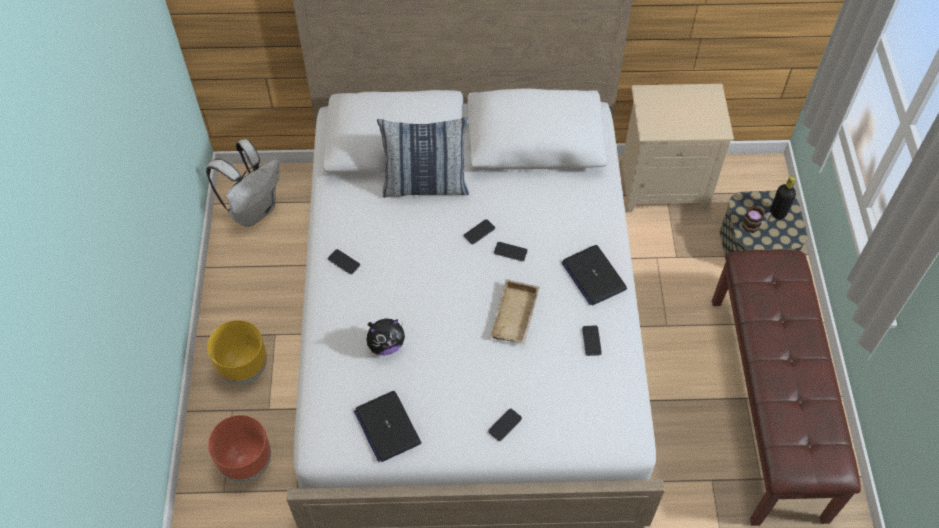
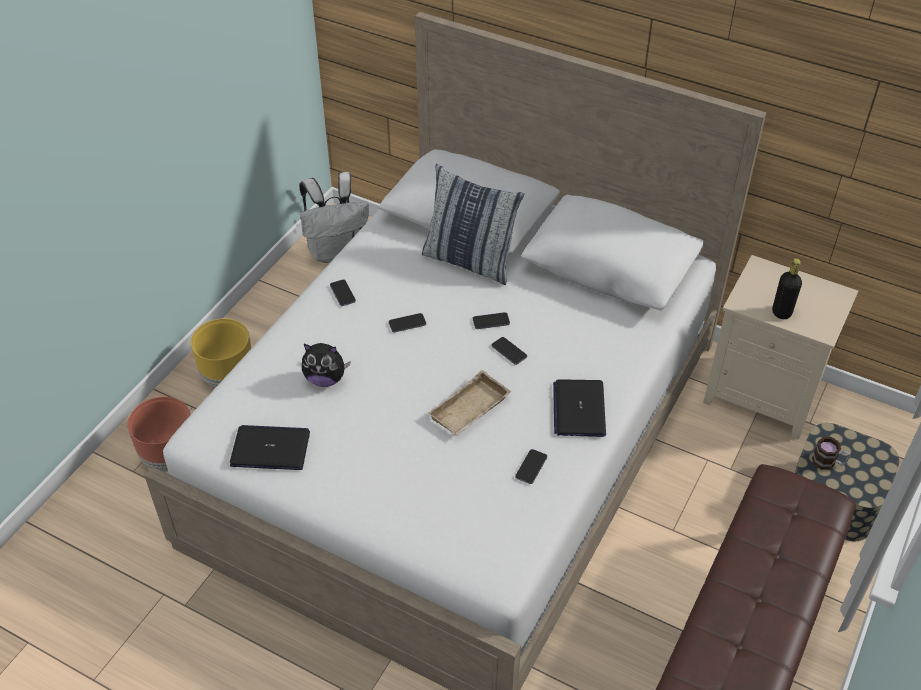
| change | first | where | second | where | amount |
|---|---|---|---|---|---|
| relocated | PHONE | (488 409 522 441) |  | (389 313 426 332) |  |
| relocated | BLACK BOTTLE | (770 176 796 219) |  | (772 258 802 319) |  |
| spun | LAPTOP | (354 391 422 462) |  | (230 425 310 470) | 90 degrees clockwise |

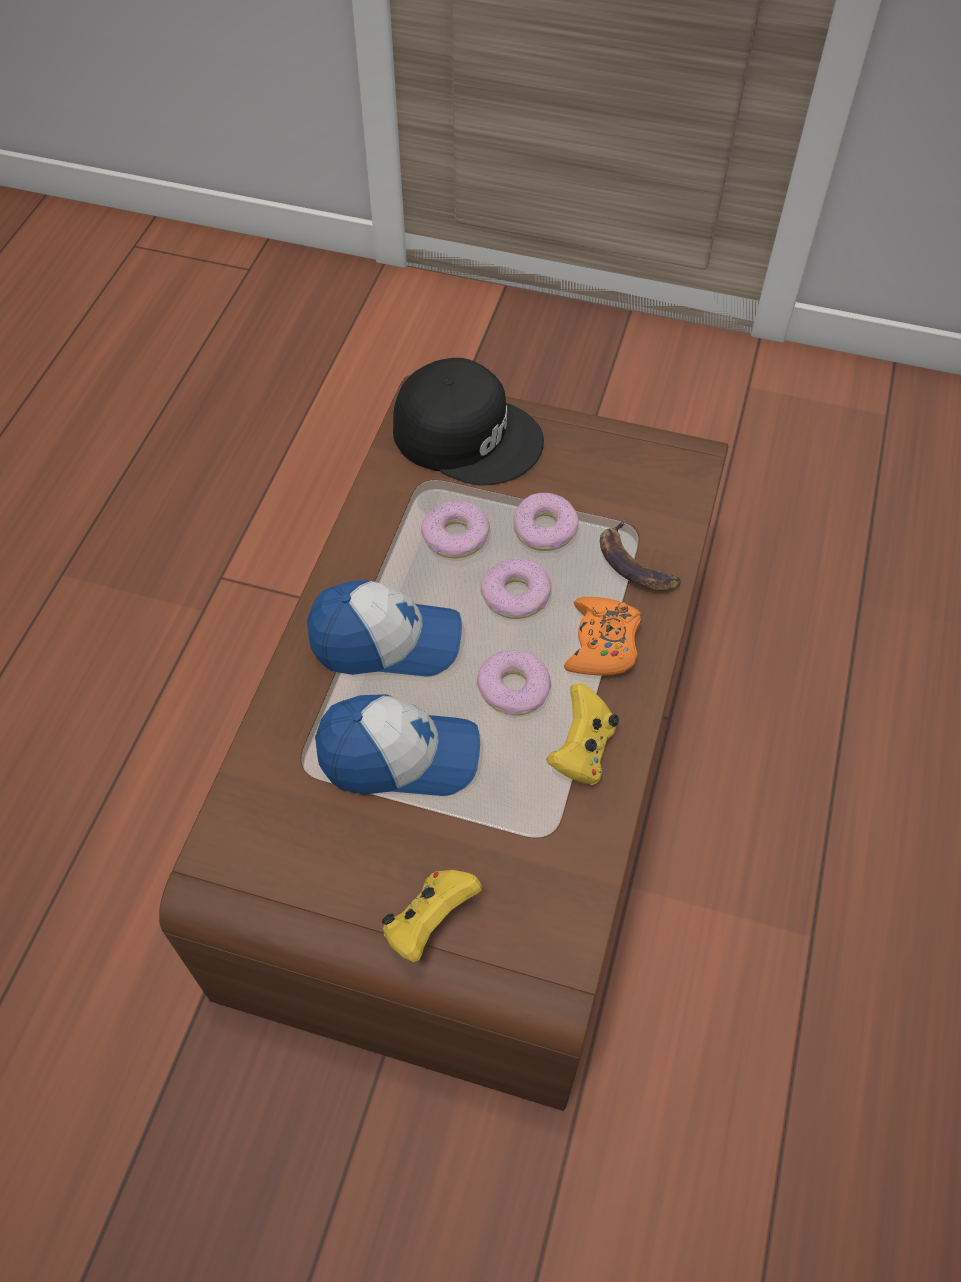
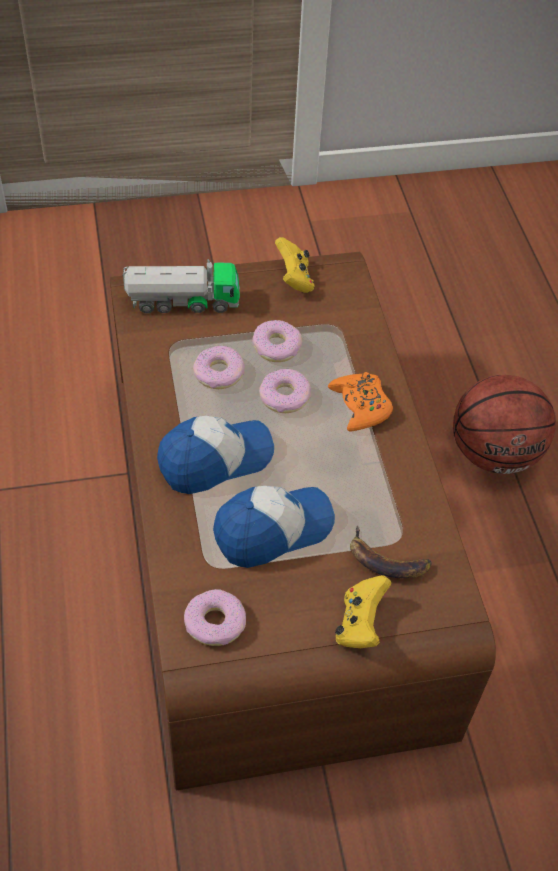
| change | first | where | second | where | amount |
|---|---|---|---|---|---|
| appeared |  |  | BASKETBALL | (453 375 556 474) |  |
| relocated | DONUT | (476 650 551 716) |  | (184 589 246 646) |  |
| relocated | YELLOW GAME CONTROLLER | (546 683 619 785) |  | (275 237 314 293) |  |
| relocated | BANANA | (600 519 681 591) |  | (350 526 432 578) |  |
| exchanged | BLACK CAP | (393 358 544 486) | TOY TRUCK | (123 259 240 313) |  |

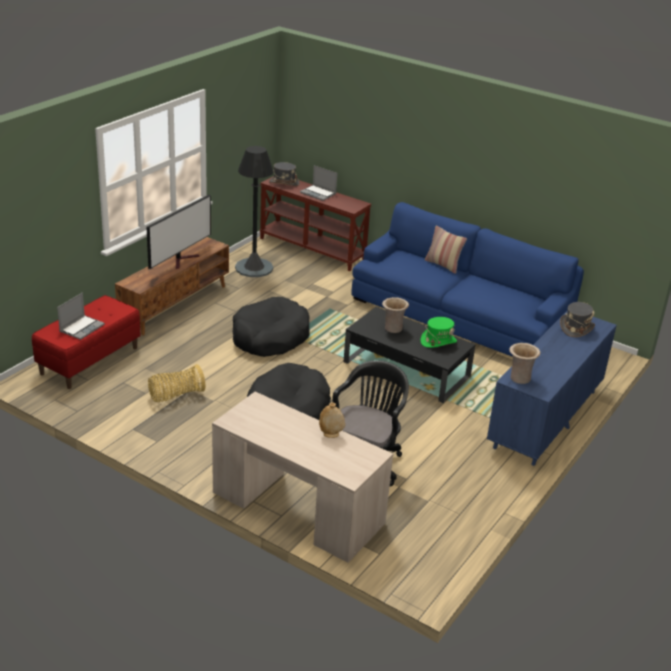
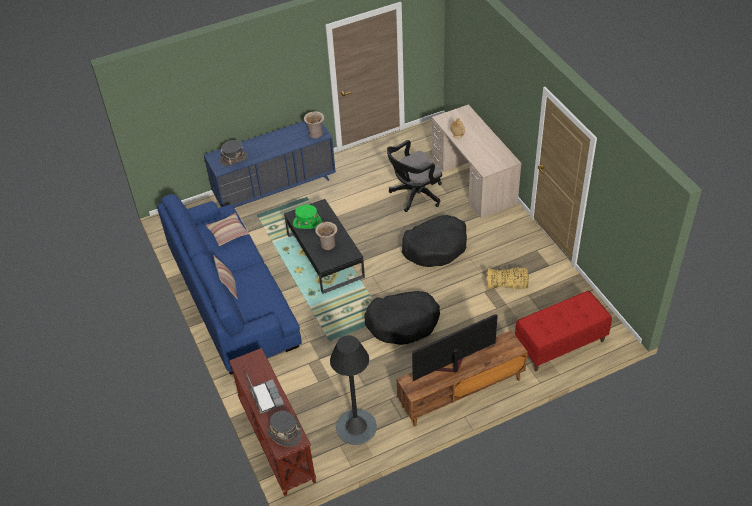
| change | first | where | second | where | amount |
|---|---|---|---|---|---|
| missing | LAPTOP | (57 292 105 340) |  |  |  |
| appeared |  |  | PILLOW | (206 213 249 246) |  |

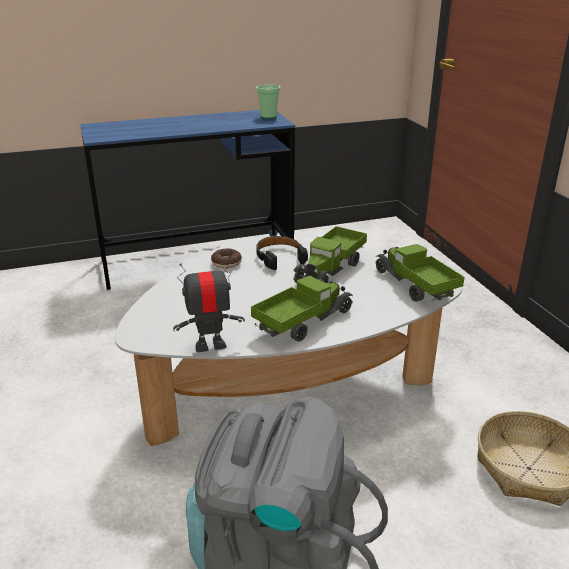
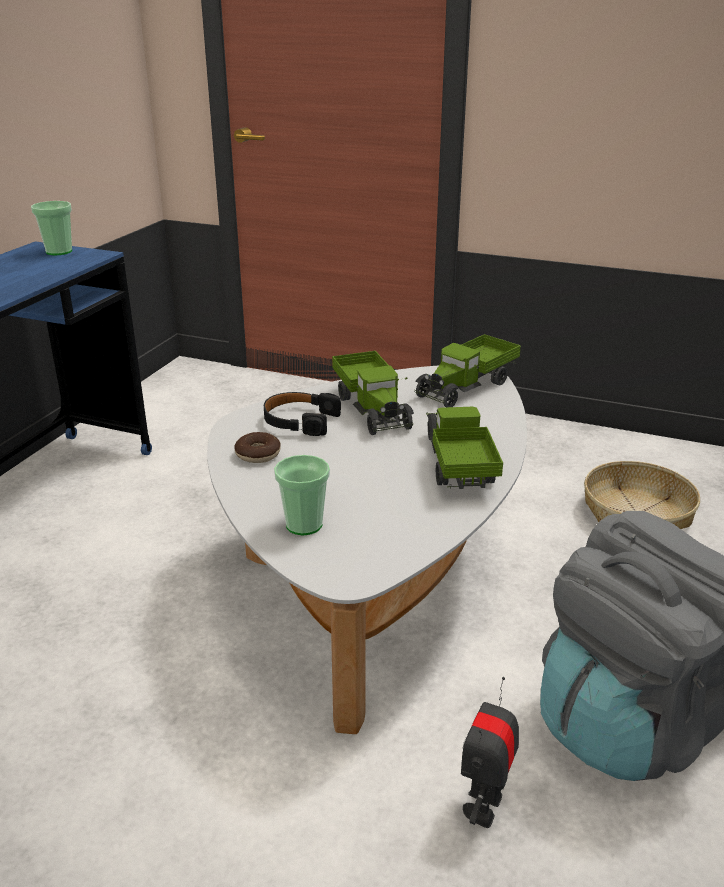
| change | first | where | second | where | amount |
|---|---|---|---|---|---|
| appeared |  |  | CUP | (274 455 330 536) |  |
| relocated | TOY ROBOT | (173 256 245 352) |  | (461 677 519 828) |  |
| spun | TOY TRUCK | (375 244 465 302) |  | (414 334 521 407) | 60 degrees counterclockwise |

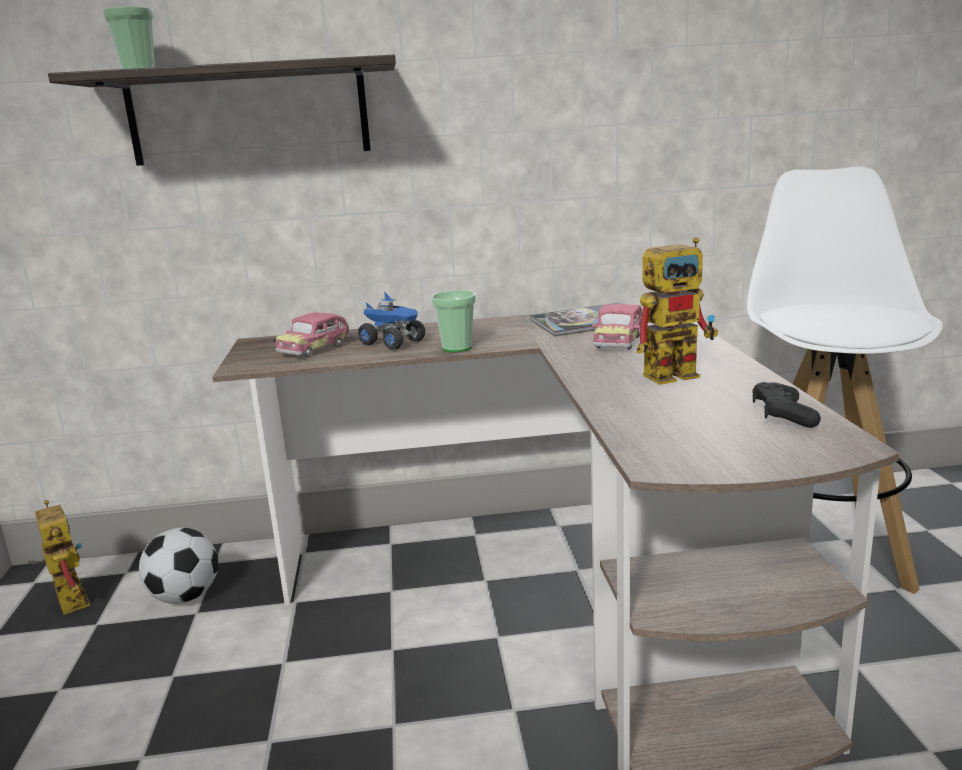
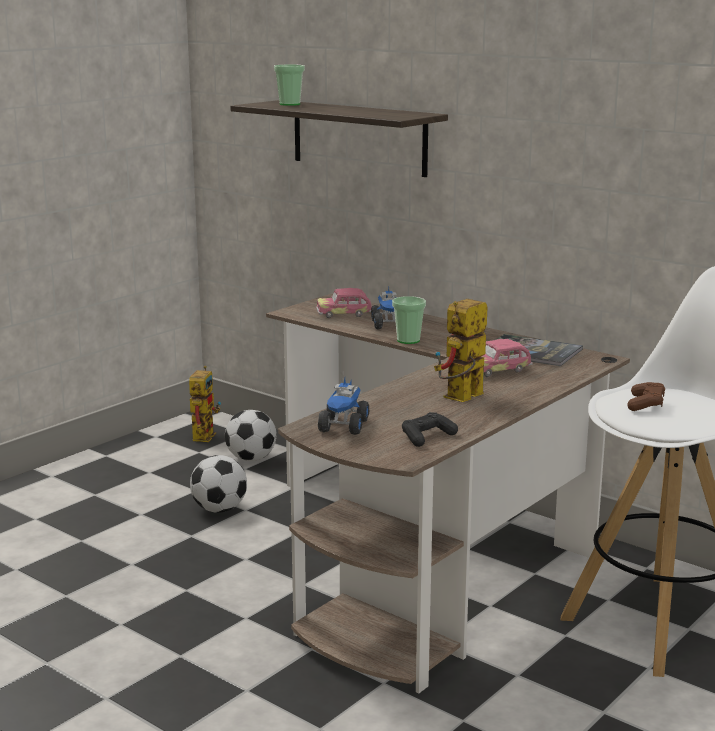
| change | first | where | second | where | amount |
|---|---|---|---|---|---|
| appeared |  |  | FOOTBALL | (190 455 247 513) |  |
| appeared |  |  | TOY TRUCK | (318 378 369 435) |  |
| appeared |  |  | BROWN GAME CONTROLLER | (627 382 665 411) |  |
| spun | TOY ROBOT | (637 237 718 385) |  | (434 299 488 402) | 105 degrees clockwise |

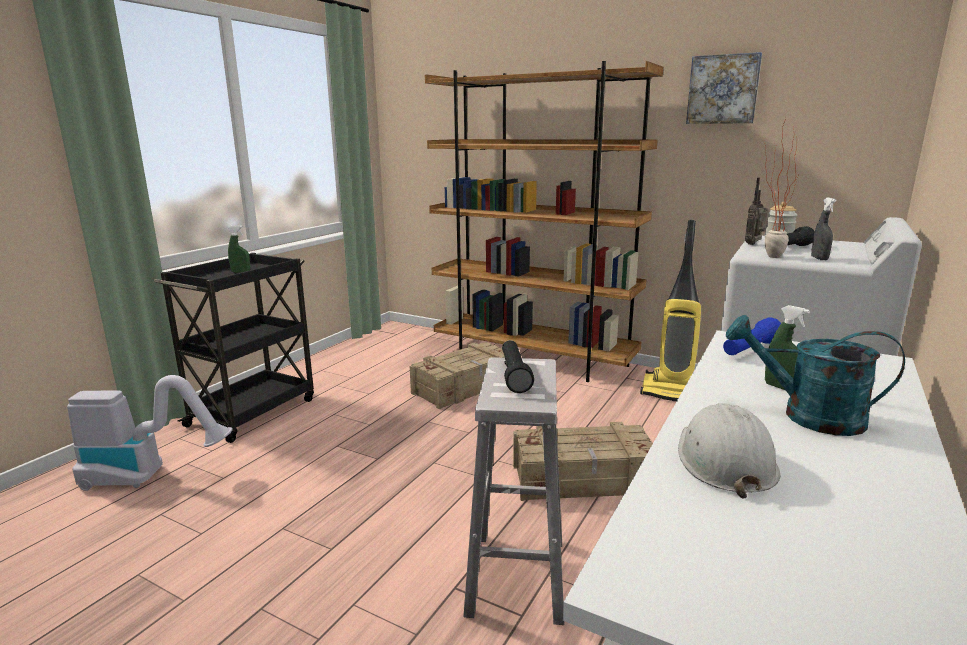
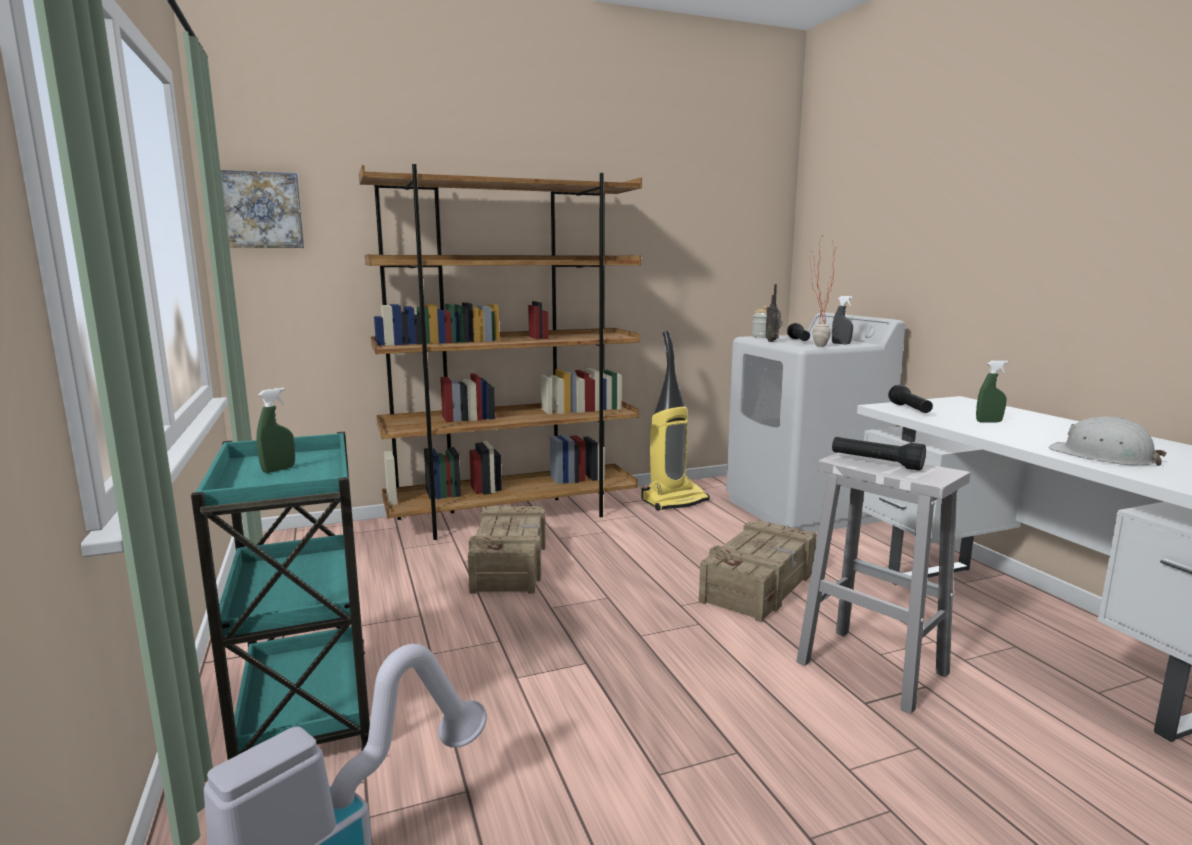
| change | first | where | second | where | amount |
|---|---|---|---|---|---|
| missing | TURQUOISE WATERING CAN | (726 315 905 436) |  |  |  |
| relocated | PICTURE | (686 52 762 124) |  | (221 170 304 248) |  |
| colour | BLACK CART | (154 253 314 443) | TURQUOISE CART | (191 432 370 760) |  |
| colour | BLUE FLASHLIGHT | (723 318 781 355) | BLACK FLASHLIGHT | (888 385 933 413) |  |

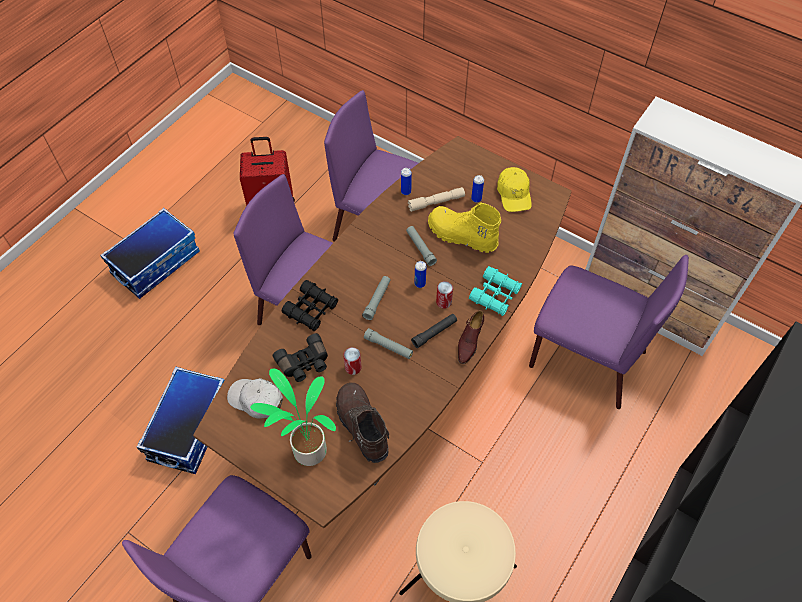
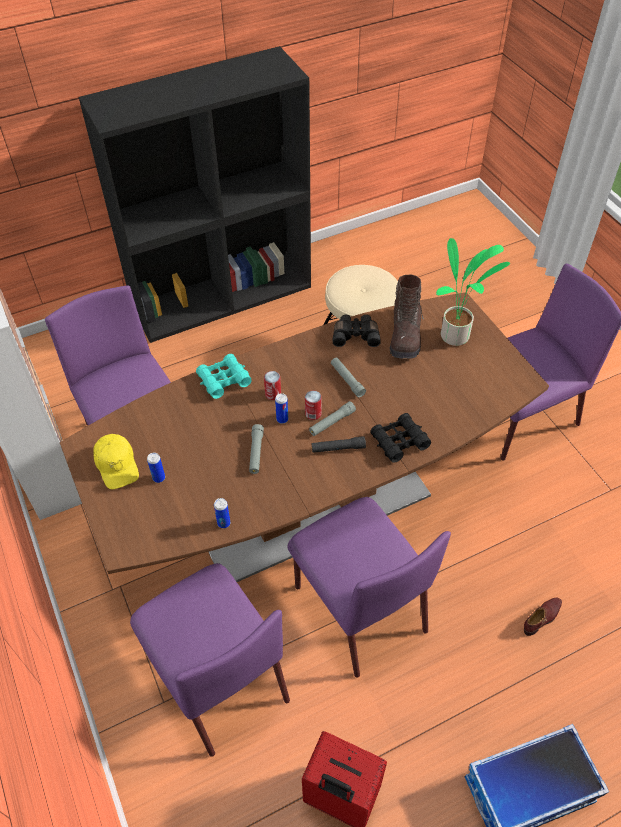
| change | first | where | second | where | amount |
|---|---|---|---|---|---|
| missing | STORAGE BOX | (137 366 224 474) |  |  |  |
| missing | WHITE CAP | (227 378 283 419) |  |  |  |
| missing | BEIGE FLASHLIGHT | (408 187 465 212) |  |  |  |
| missing | YELLOW BOOT | (428 202 501 253) |  |  |  |
| relocated | BLACK BINOCULARS | (273 333 328 382) |  | (333 315 381 347) |  |
| relocated | CAN | (343 347 362 375) |  | (305 390 322 420) |  |
| relocated | BLACK FLASHLIGHT | (411 314 457 348) |  | (312 436 366 453) |  |
| relocated | BROWN SHOE | (458 310 484 364) |  | (524 598 562 636) |  |
| spun | YELLOW CAP | (497 167 532 212) |  | (93 434 139 489) | 135 degrees clockwise |

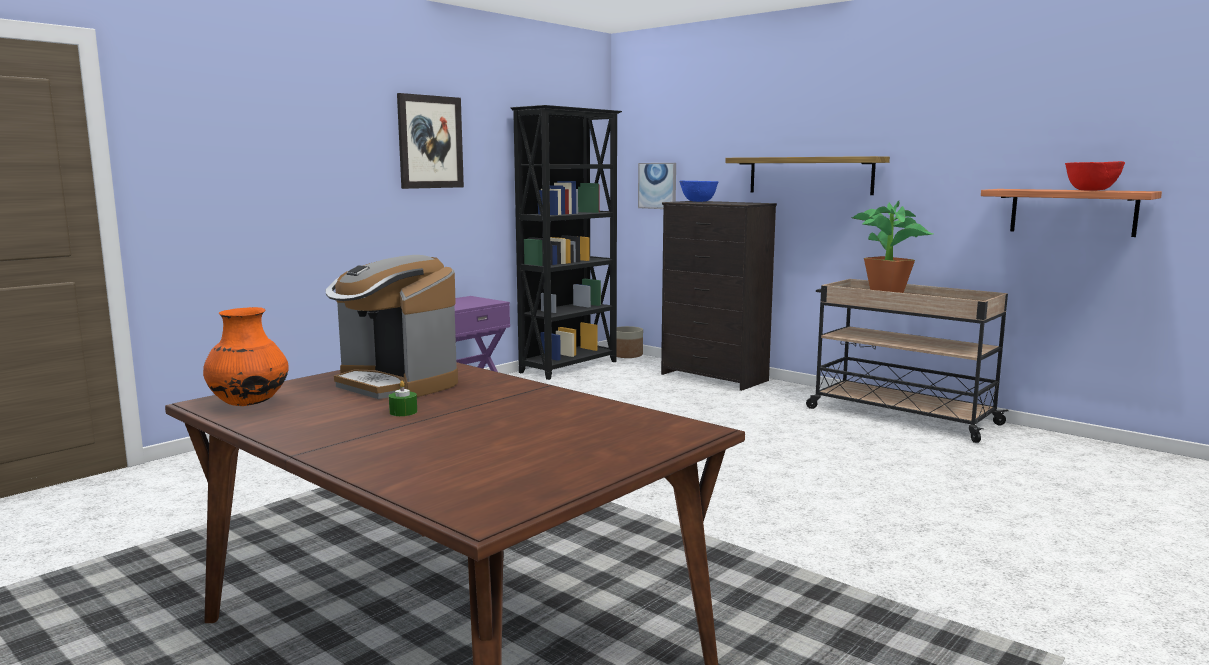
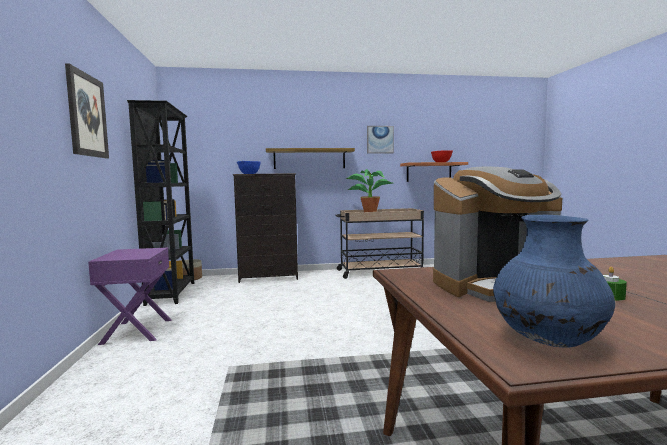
| change | first | where | second | where | amount |
|---|---|---|---|---|---|
| relocated | PICTURE | (638 163 676 209) |  | (367 126 394 154) |  |
| colour | ORANGE VASE | (203 307 288 406) | BLUE VASE | (493 215 615 347) |  |

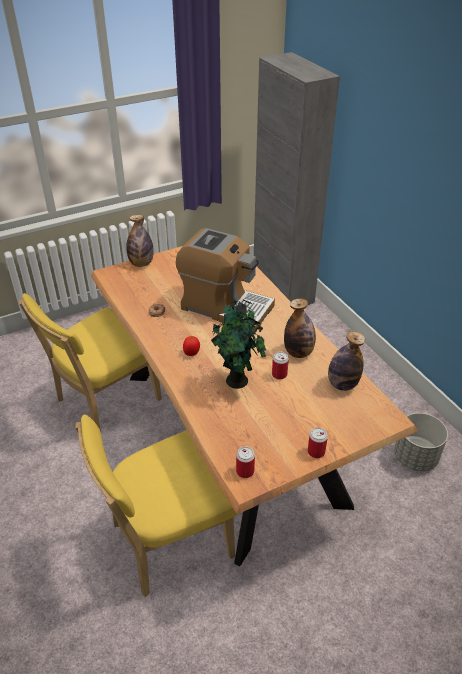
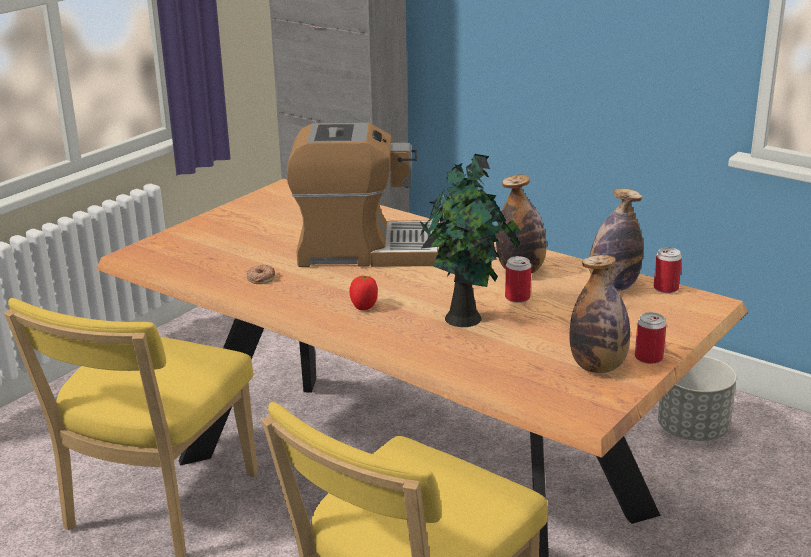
| change | first | where | second | where | amount |
|---|---|---|---|---|---|
| relocated | BOTTLE | (126 215 154 267) |  | (569 255 630 373) |  |
| relocated | CAN | (236 446 255 478) |  | (654 247 682 293) |  |

